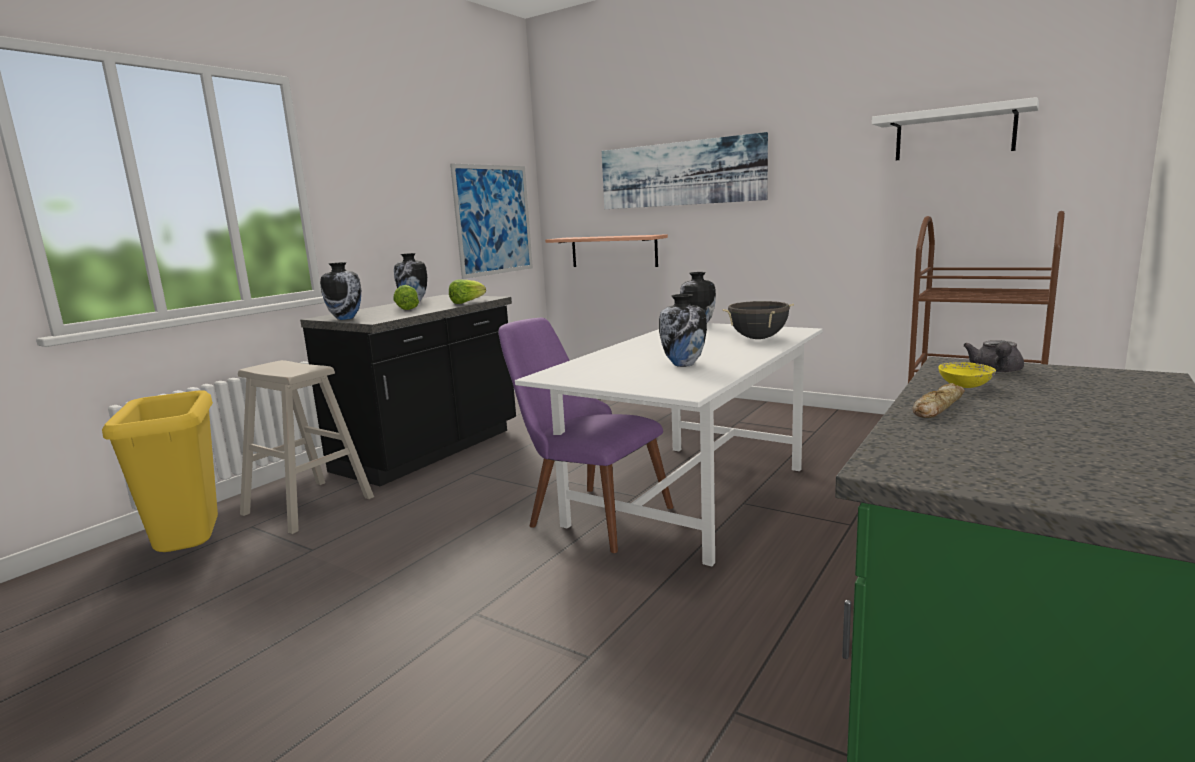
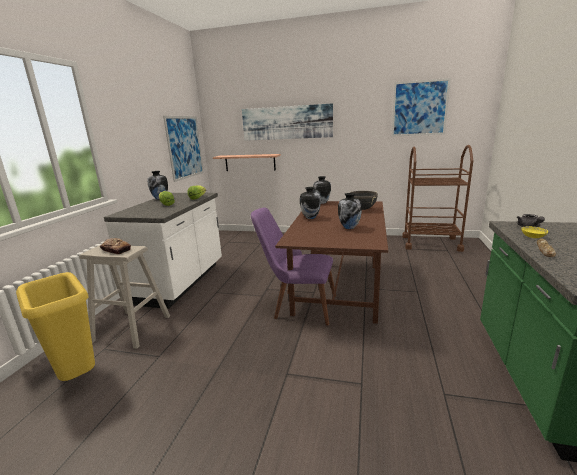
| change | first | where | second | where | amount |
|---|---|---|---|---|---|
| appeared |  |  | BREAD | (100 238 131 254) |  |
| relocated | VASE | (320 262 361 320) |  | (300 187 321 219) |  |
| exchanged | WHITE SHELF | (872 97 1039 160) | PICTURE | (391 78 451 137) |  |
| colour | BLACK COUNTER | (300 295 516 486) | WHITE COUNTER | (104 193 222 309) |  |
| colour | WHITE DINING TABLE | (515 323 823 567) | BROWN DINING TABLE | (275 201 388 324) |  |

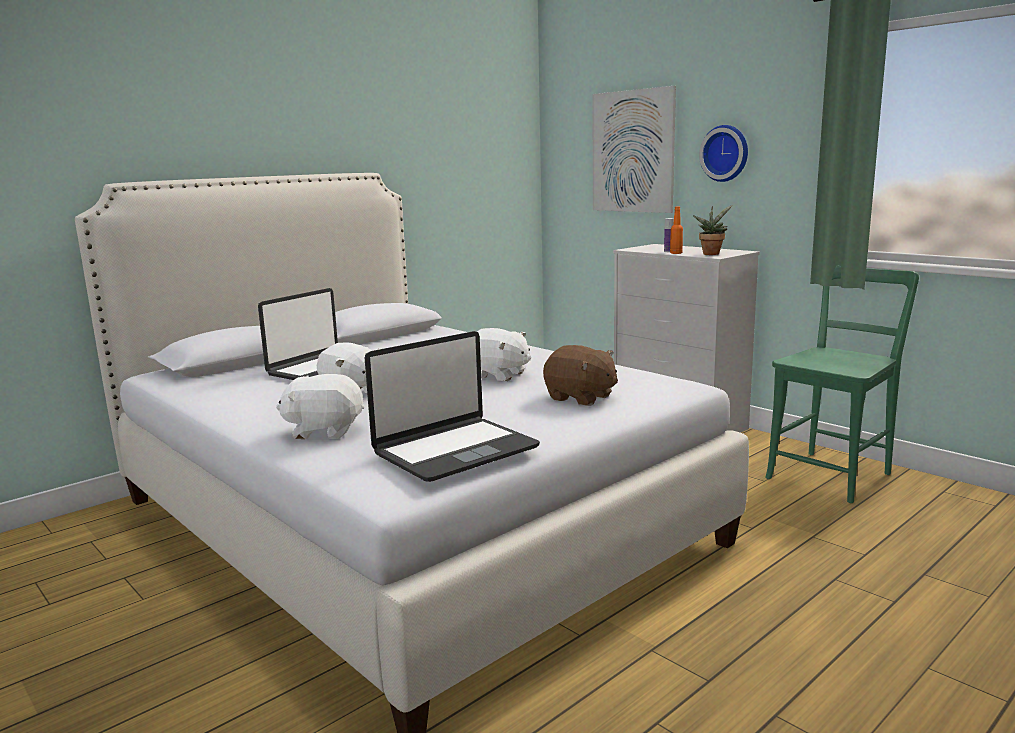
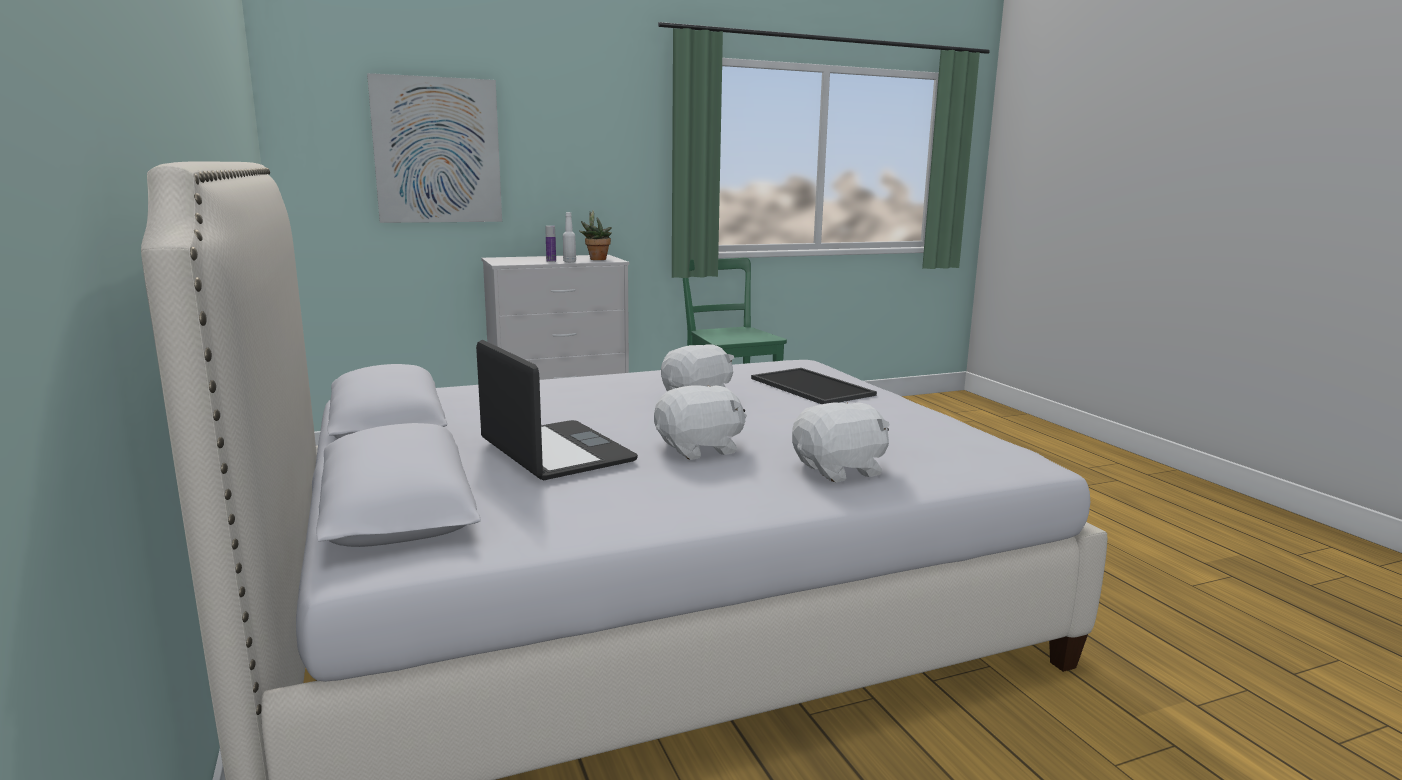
| change | first | where | second | where | amount |
|---|---|---|---|---|---|
| missing | LAPTOP | (365 331 540 482) |  |  |  |
| missing | WALL CLOCK | (699 125 748 182) |  |  |  |
| exchanged | BROWN PLUSH TOY | (543 345 618 406) | TRAY | (751 368 877 404) |  |
| colour | ORANGE BOTTLE | (670 207 683 254) | WHITE BOTTLE | (563 212 576 262) |  |
| spun | WHITE PLUSH TOY | (276 374 364 439) |  | (792 402 889 482) | 135 degrees counterclockwise |

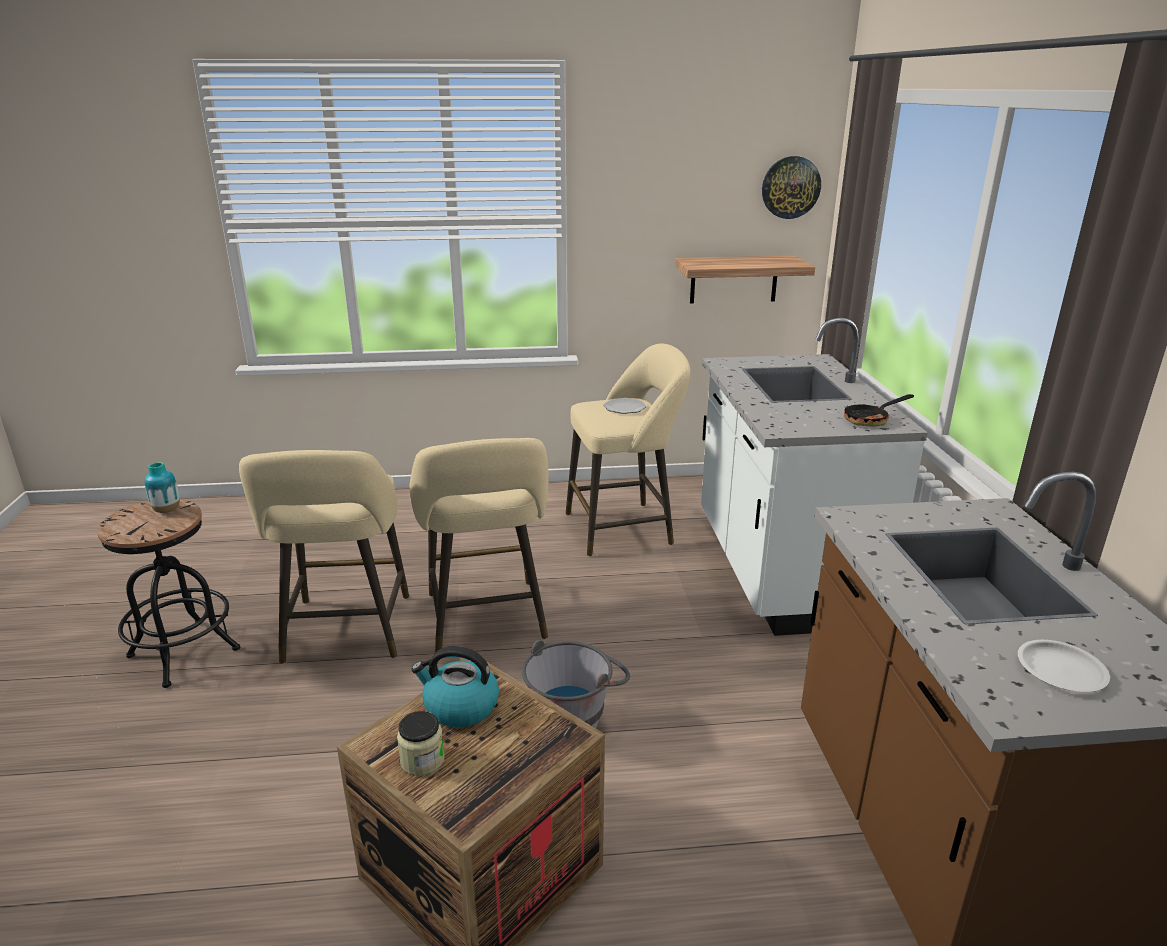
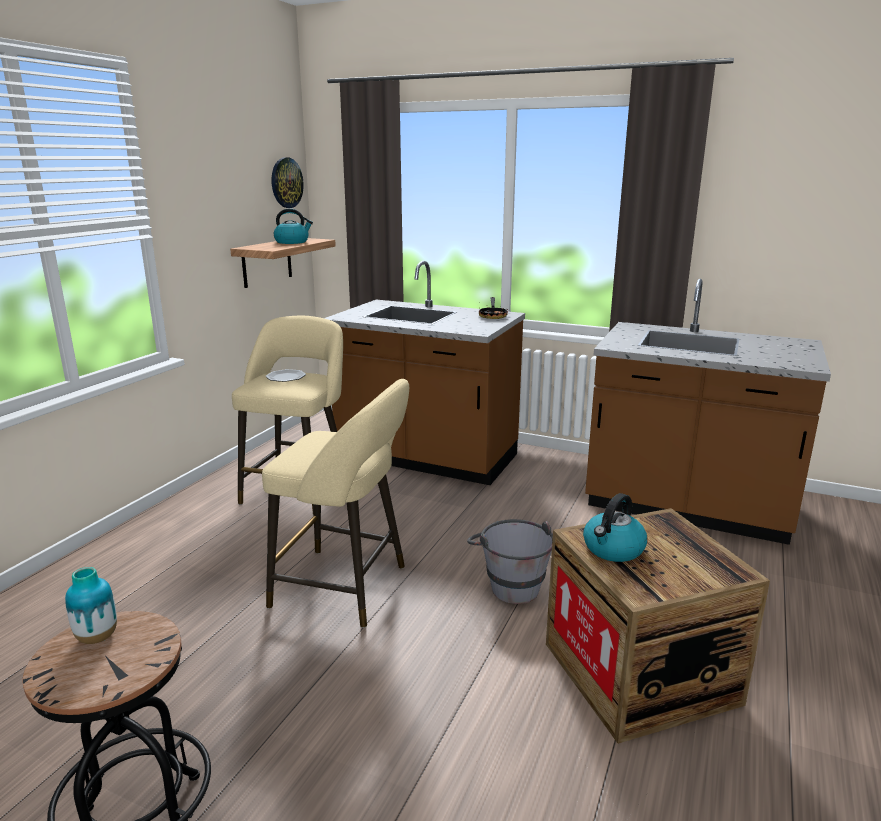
| change | first | where | second | where | amount |
|---|---|---|---|---|---|
| missing | BEIGE STOOL | (239 450 409 664) |  |  |  |
| missing | JAR | (397 711 444 776) |  |  |  |
| missing | WHITE PLATE | (1018 640 1110 692) |  |  |  |
| appeared |  |  | KETTLE | (274 208 313 244) |  |
| colour | WHITE COUNTER | (701 318 928 636) | BROWN COUNTER | (324 261 525 485) |  |

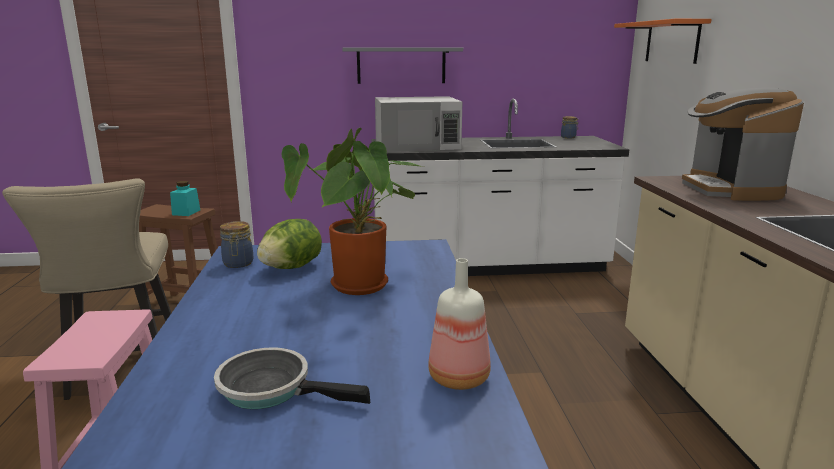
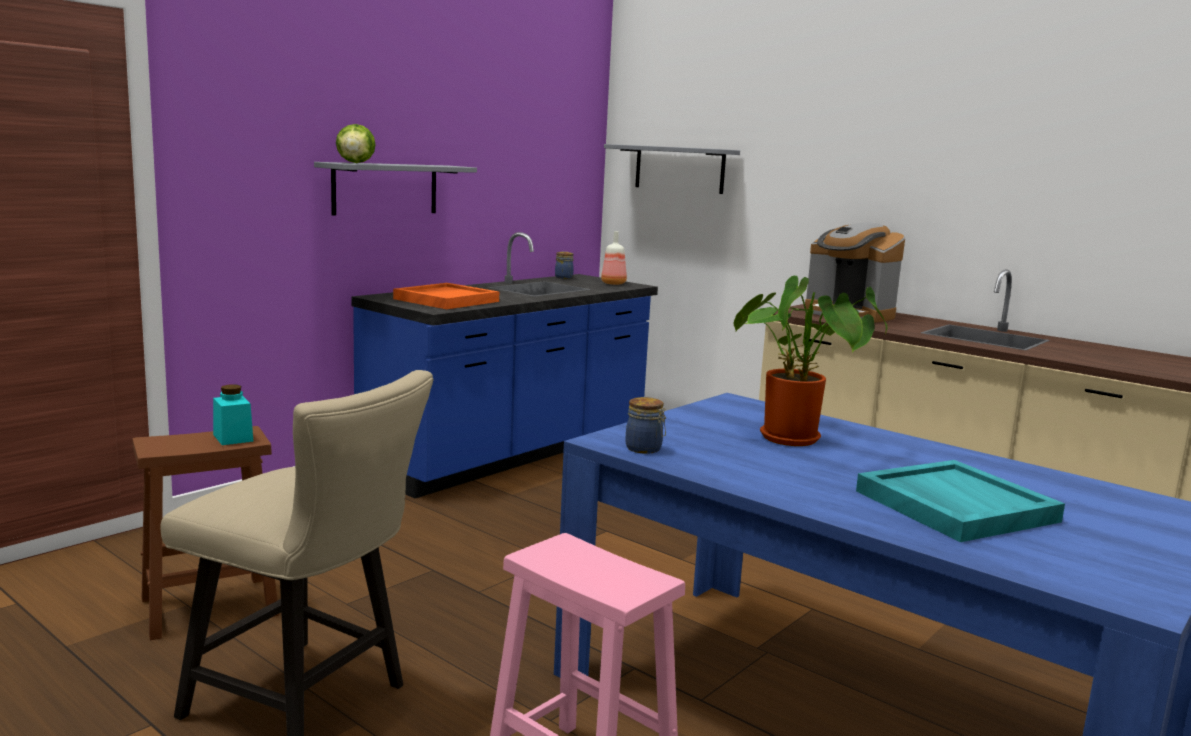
| change | first | where | second | where | amount |
|---|---|---|---|---|---|
| relocated | LETTUCE | (257 219 322 269) |  | (336 124 376 163) |  |
| relocated | BOTTLE | (428 258 491 390) |  | (601 231 627 285) |  |
| exchanged | FRYING PAN | (214 347 370 409) | TURQUOISE TRAY | (856 460 1065 542) |  |
| exchanged | WHITE MICROWAVE | (375 96 462 152) | ORANGE TRAY | (393 283 499 309) |  |
| colour | WHITE COUNTER | (372 99 630 276) | BLUE COUNTER | (352 232 658 498) |  |
| colour | ORANGE SHELF | (614 19 712 64) | GREY SHELF | (604 144 740 194) |  |

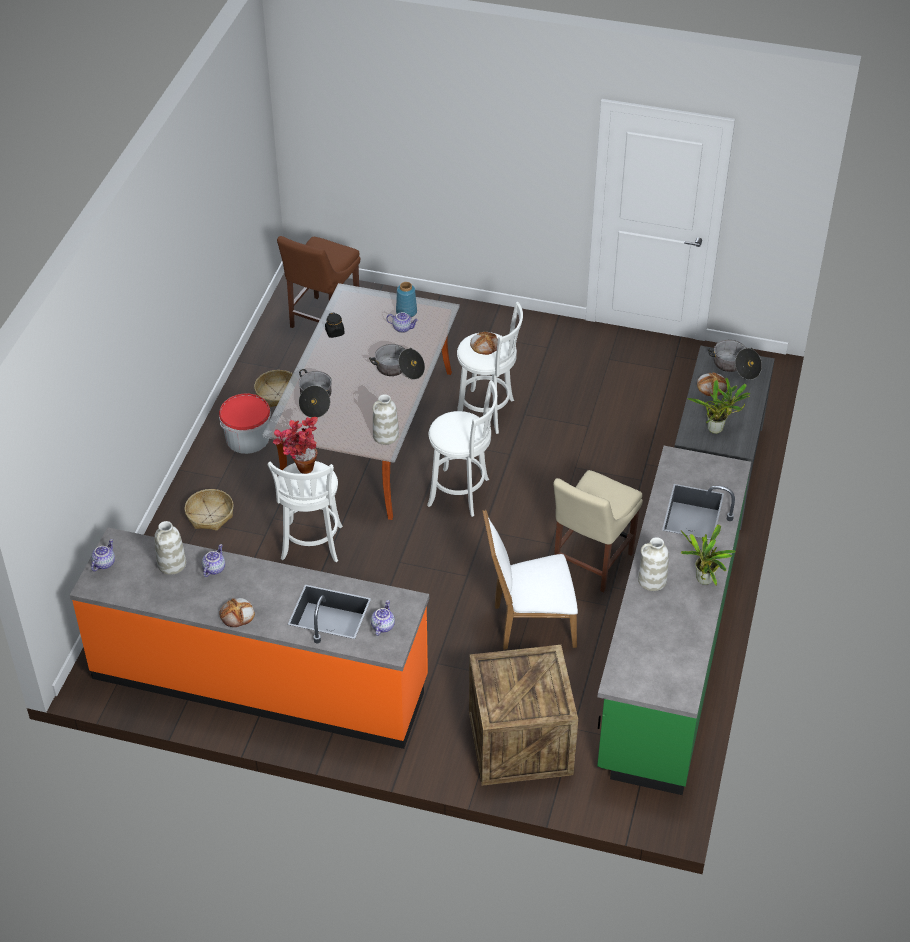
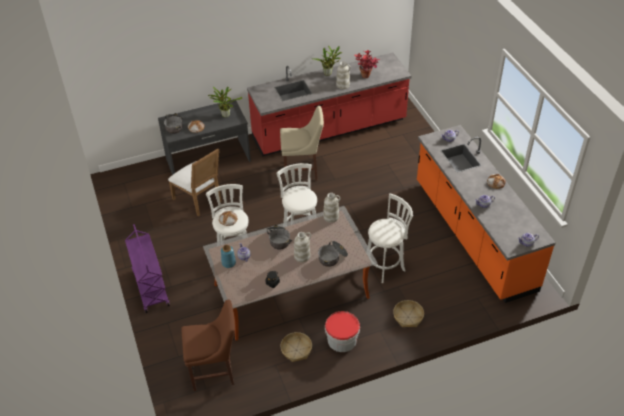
| change | first | where | second | where | amount |
|---|---|---|---|---|---|
| missing | CRATE | (469 645 578 786) |  |  |  |
| appeared |  |  | PURPLE CART | (125 224 170 313) |  |
| relocated | WHITE VASE | (154 521 186 575) |  | (294 232 311 262) |  |
| relocated | POTTED PLANT | (273 417 318 474) |  | (354 50 380 78) |  |
| relocated | WHITE CHAIR | (483 509 578 650) |  | (168 149 222 216) |  |
| colour | GREEN COUNTER | (597 446 751 795) | RED COUNTER | (247 53 412 156) |  |

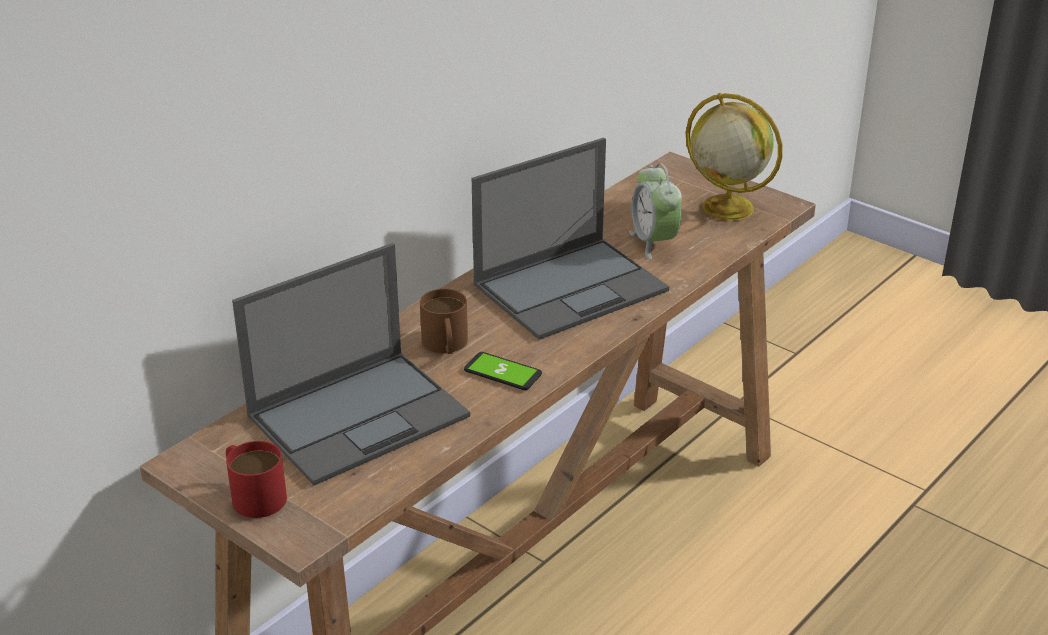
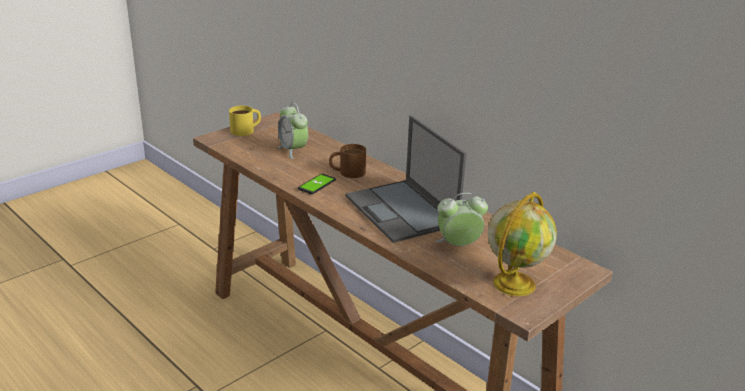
| change | first | where | second | where | amount |
|---|---|---|---|---|---|
| exchanged | LAPTOP | (232 243 470 485) | ALARM CLOCK | (278 103 308 159) |  |
| colour | RED MUG | (226 441 287 518) | YELLOW MUG | (229 106 261 136) |  |

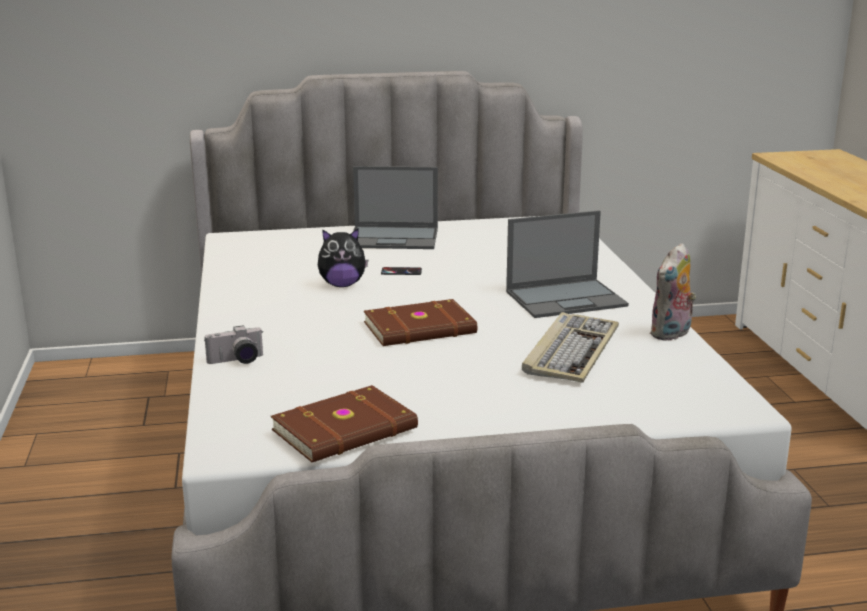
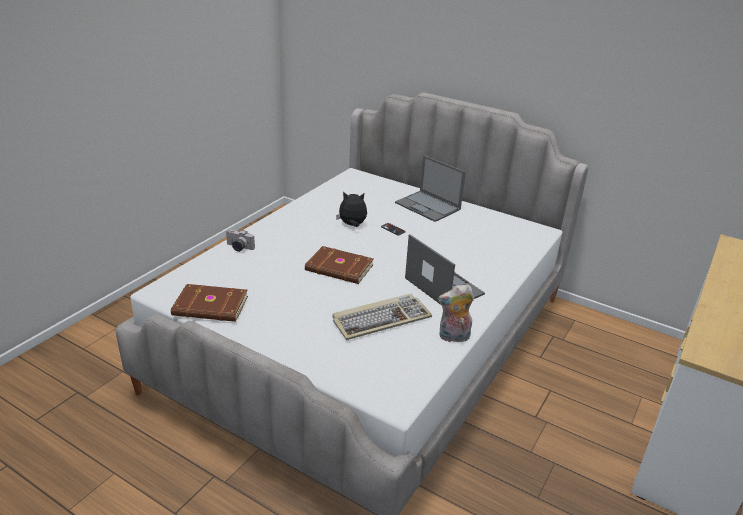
| change | first | where | second | where | amount |
|---|---|---|---|---|---|
| spun | PLUSH TOY | (318 228 369 287) |  | (336 191 367 227) | 150 degrees clockwise |
| spun | LAPTOP | (506 210 629 318) |  | (405 234 485 305) | 150 degrees counterclockwise |

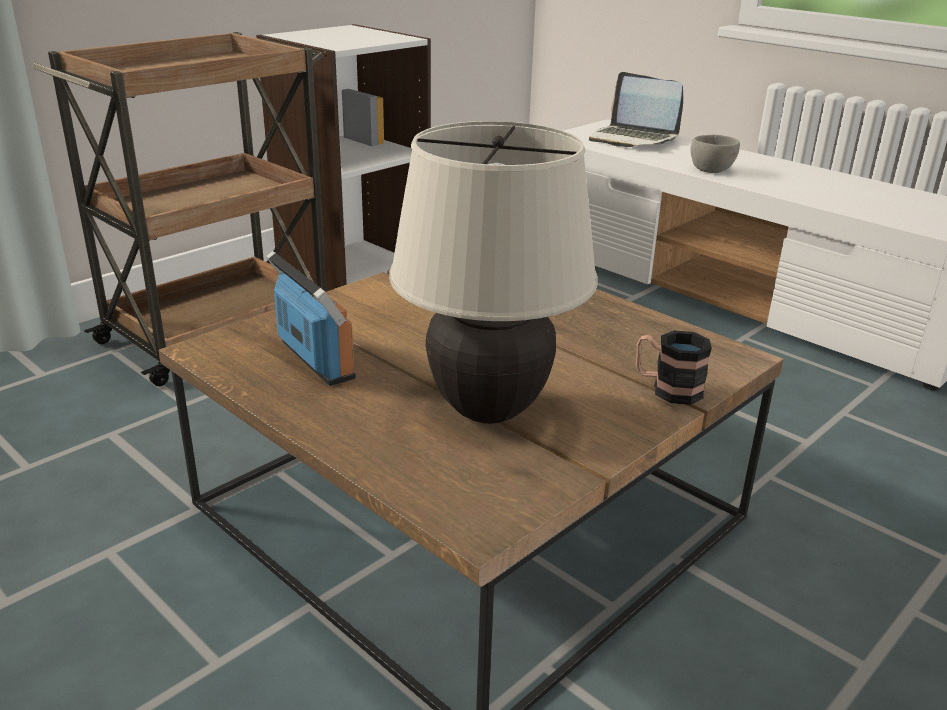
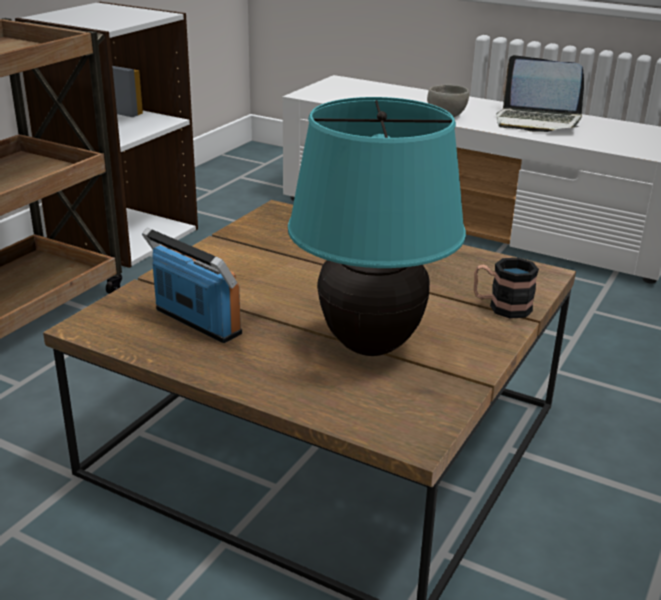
| change | first | where | second | where | amount |
|---|---|---|---|---|---|
| relocated | LAPTOP | (589 72 683 147) |  | (496 55 584 132) |  |
| colour | BEIGE TABLE LAMP | (389 121 598 424) | TURQUOISE TABLE LAMP | (288 97 466 356) |  |

